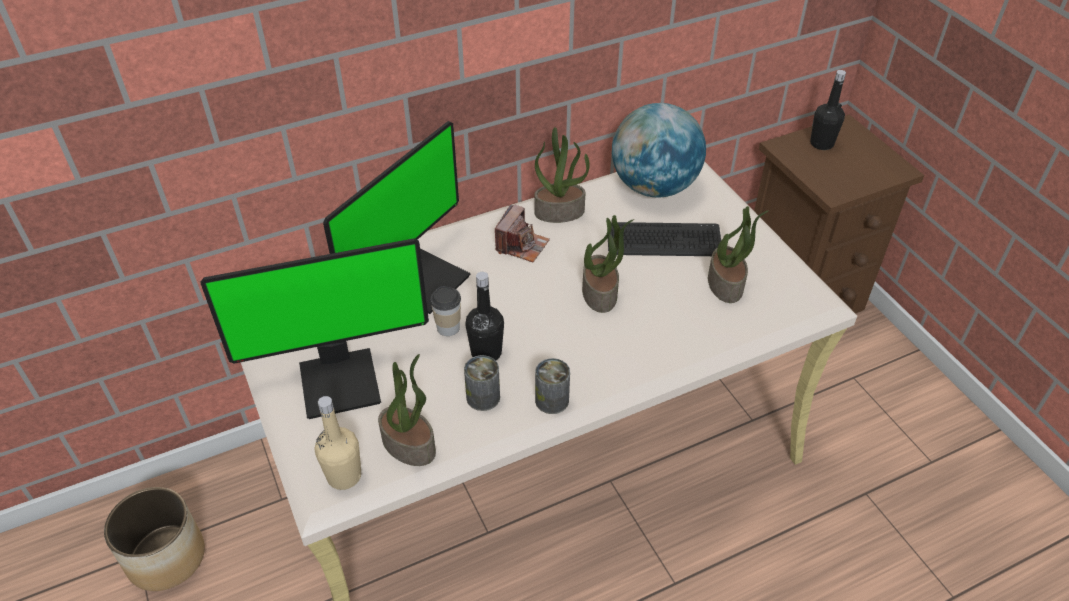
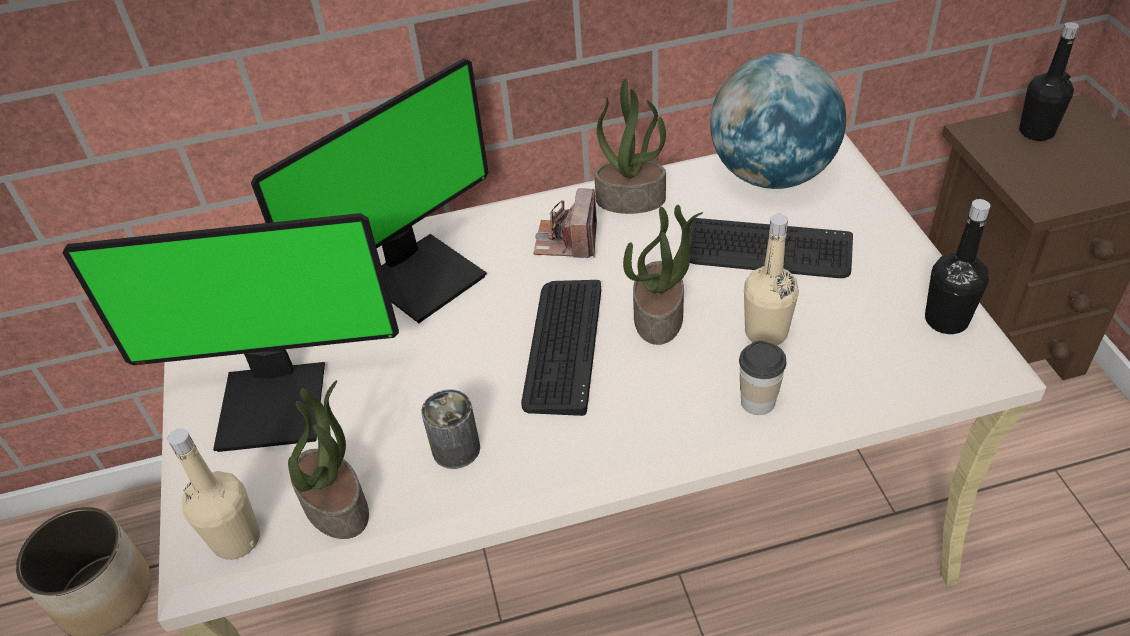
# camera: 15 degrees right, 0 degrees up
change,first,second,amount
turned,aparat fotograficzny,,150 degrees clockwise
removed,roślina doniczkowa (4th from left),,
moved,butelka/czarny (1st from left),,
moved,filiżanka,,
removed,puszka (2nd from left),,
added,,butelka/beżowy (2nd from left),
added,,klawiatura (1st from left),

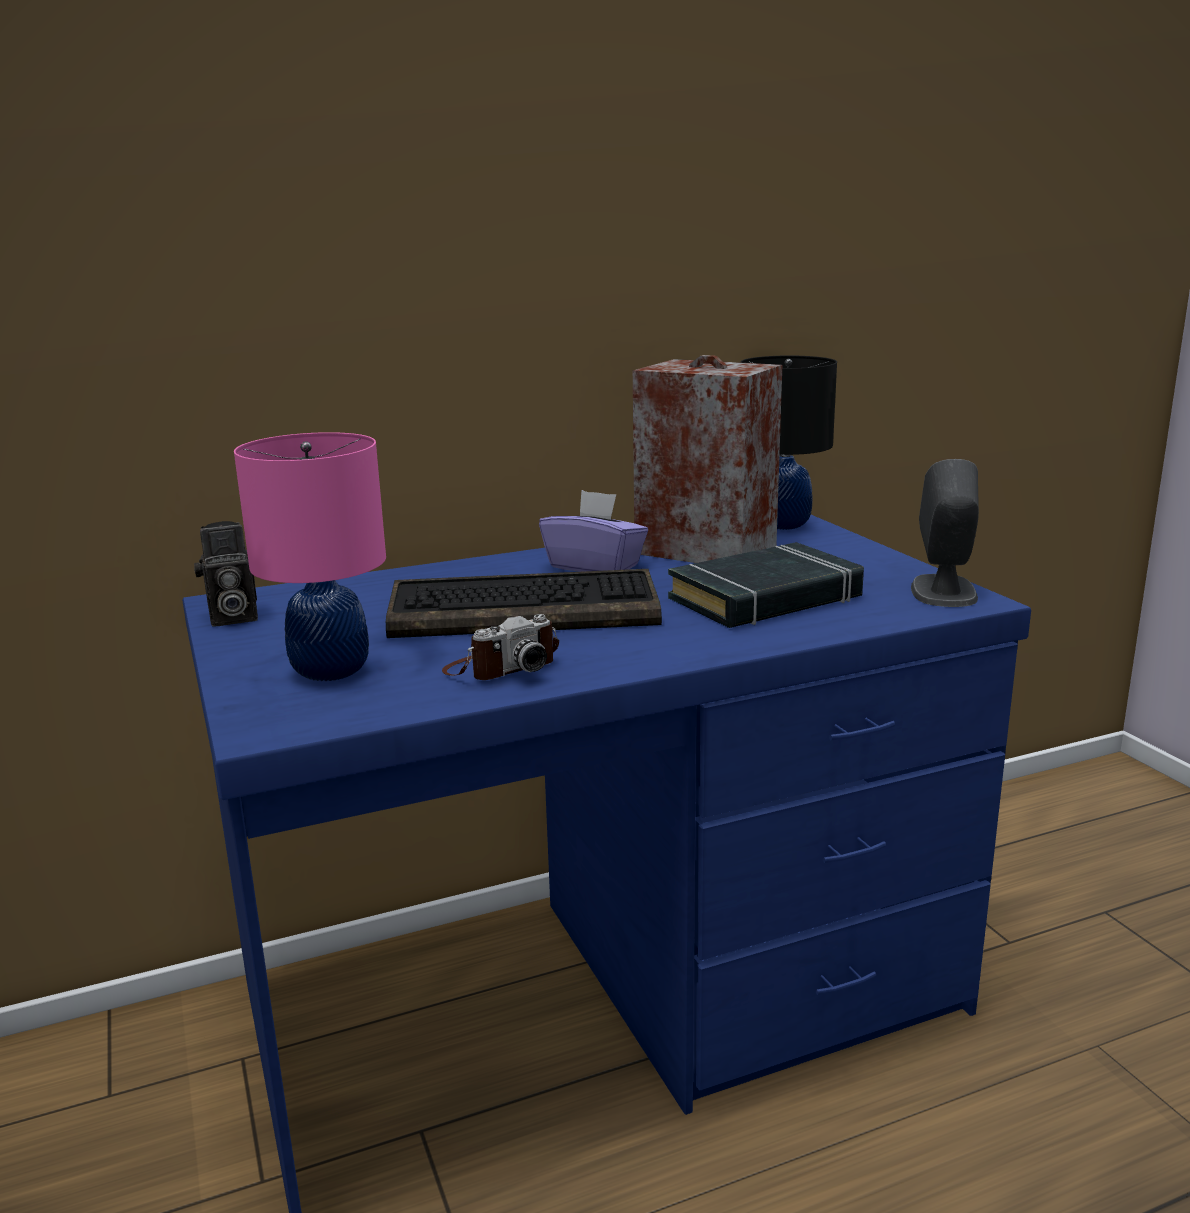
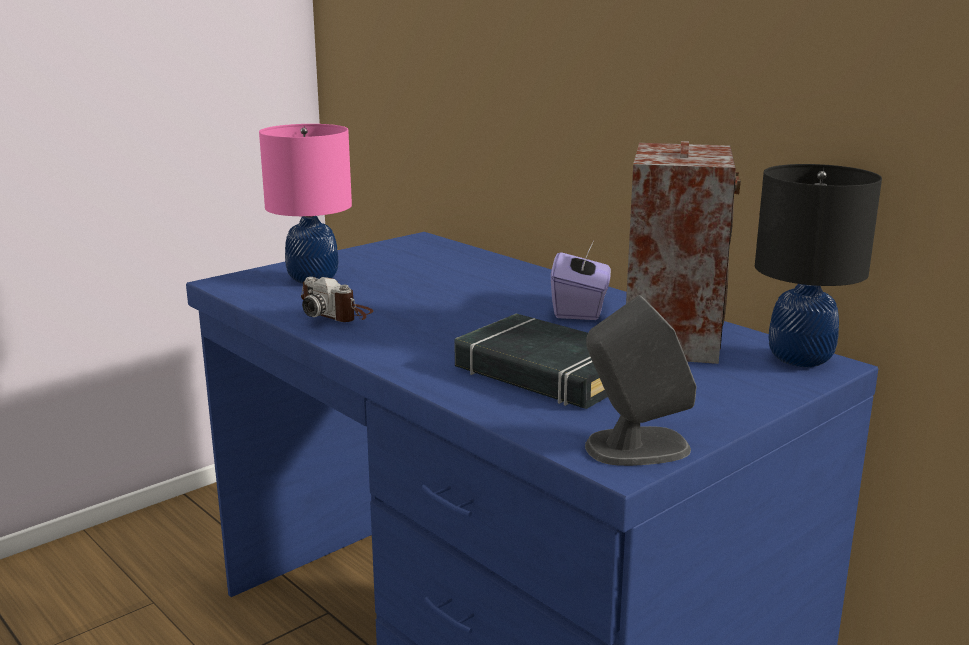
# camera: 70 degrees right, 0 degrees up
change,first,second,amount
removed,aparat fotograficzny (1st from left),,
removed,klawiatura,,

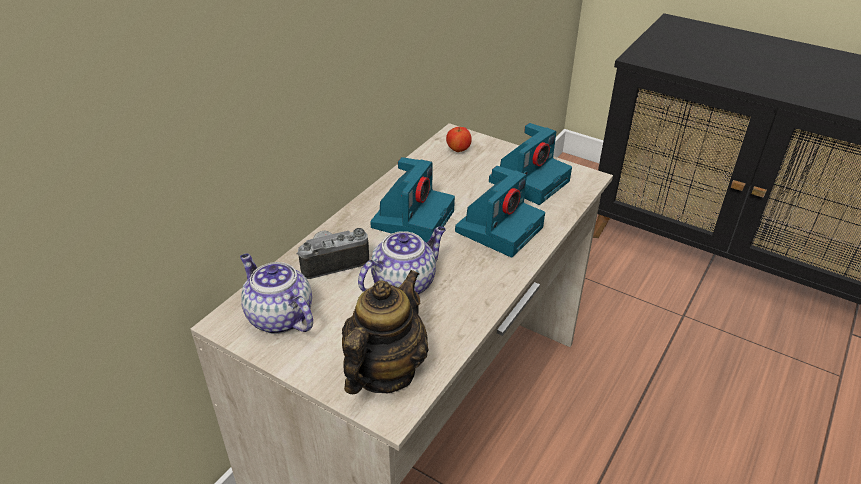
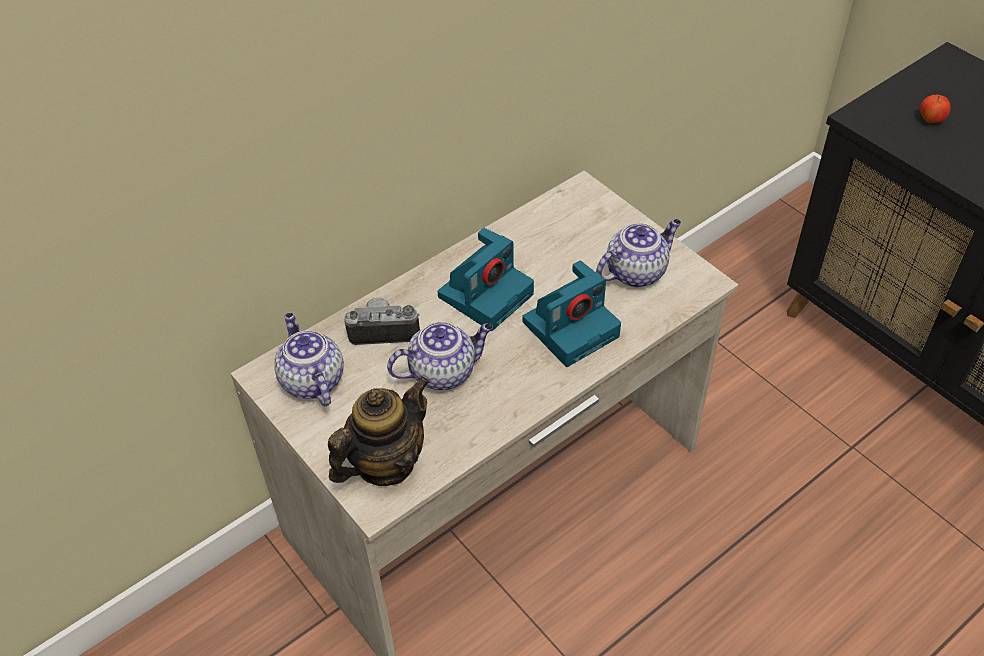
# camera: 20 degrees right, 10 degrees up
change,first,second,amount
replaced,aparat fotograficzny (4th from left),imbryk (4th from left),
moved,jabłko,,

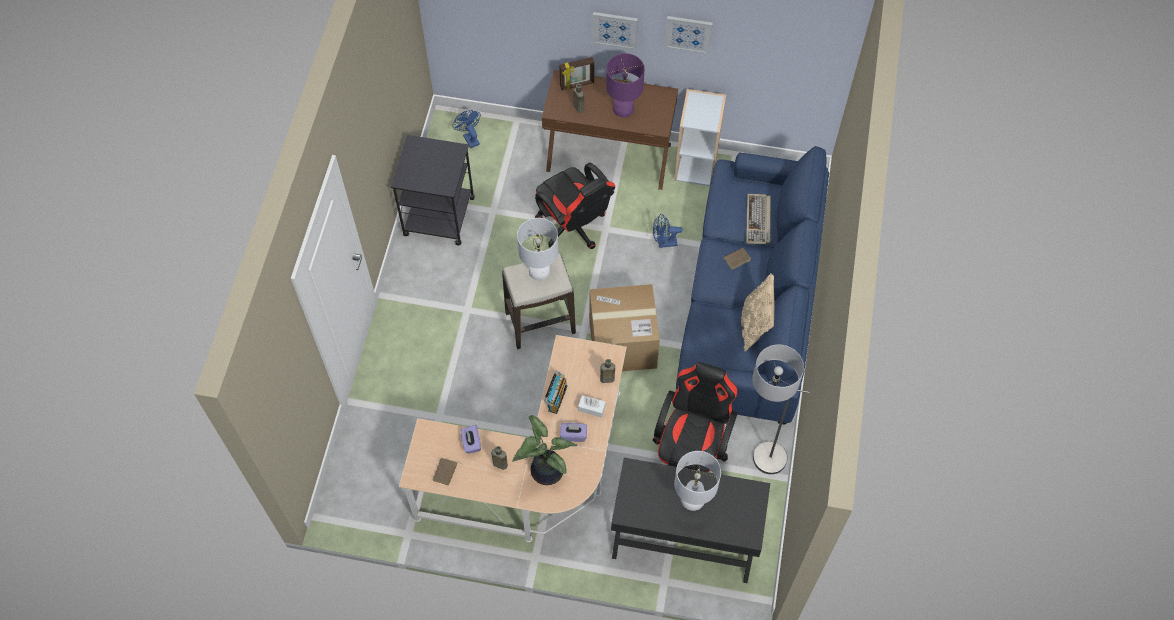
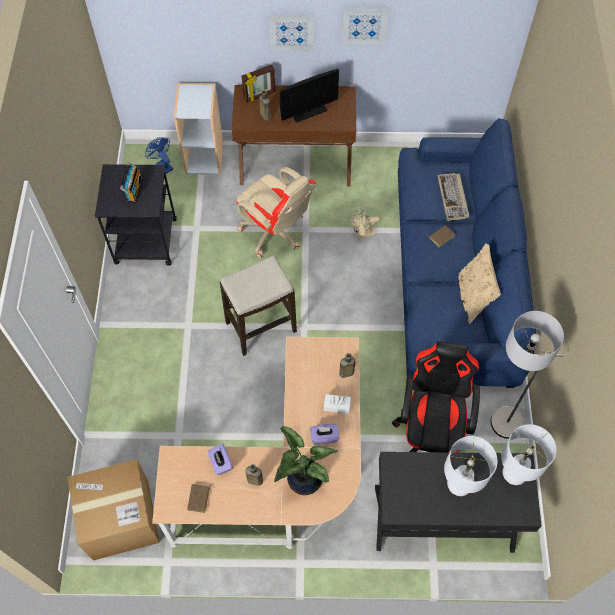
# camera: 10 degrees left, 0 degrees up
change,first,second,amount
replaced,lampa stołowa/fioletowy,monitor,
moved,regał,,
recoloured,krzesło biurowe/czarny (1st from left),krzesło biurowe/beżowy,
recoloured,wentylator/niebieski (2nd from left),wentylator/beżowy,
moved,lampa stołowa/biały (1st from left in the first image),lampa stołowa/biały (2nd from left),
moved,karton,,
moved,radio,,

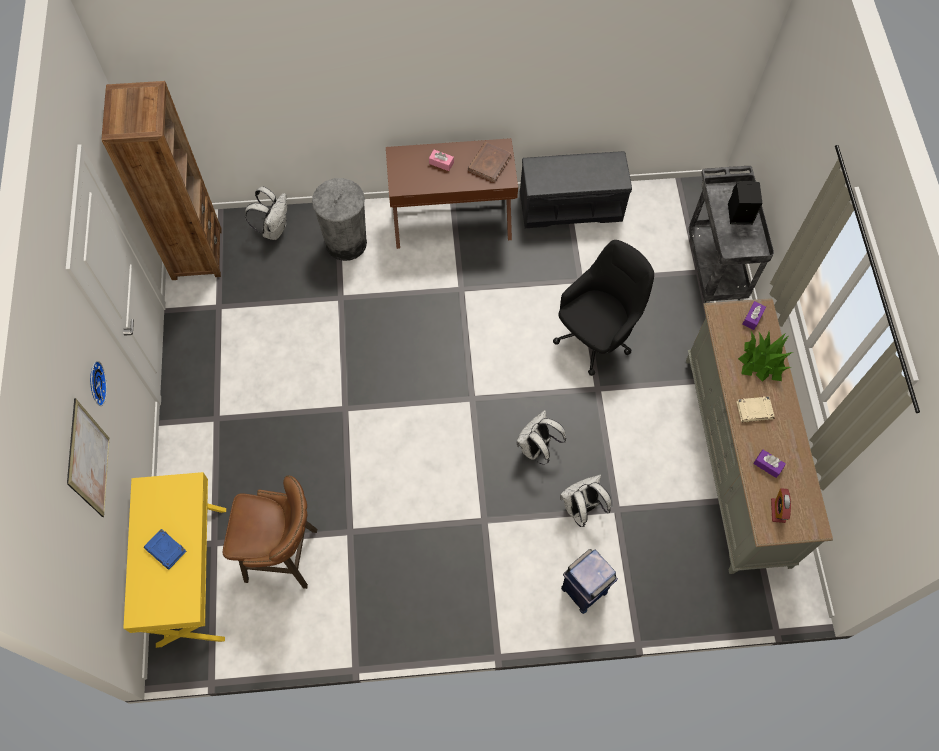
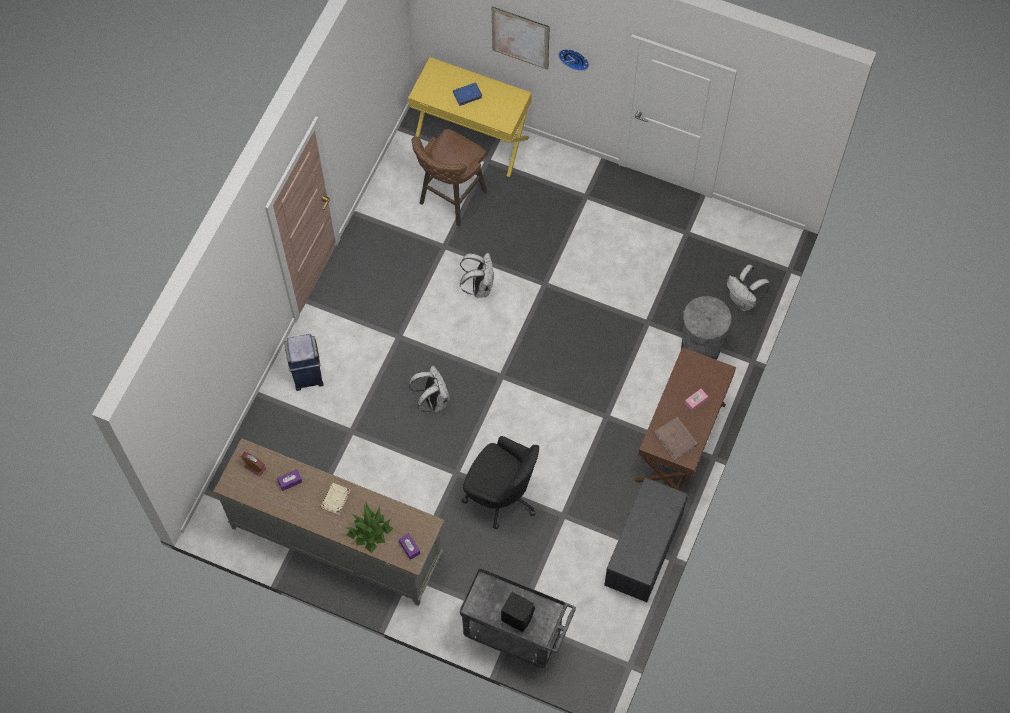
# camera: 120 degrees right, 0 degrees up
change,first,second,amount
removed,regał/brązowy,,
turned,krzesło biurowe/czarny,,45 degrees counterclockwise
moved,plecak/biały (3rd from left in the first image),plecak/biały (2nd from left),

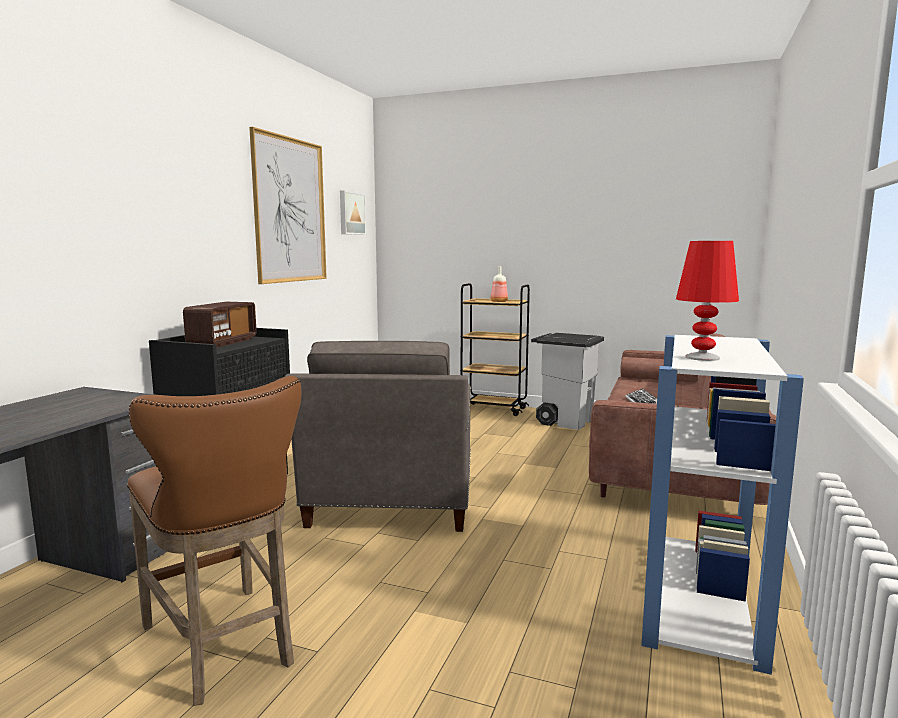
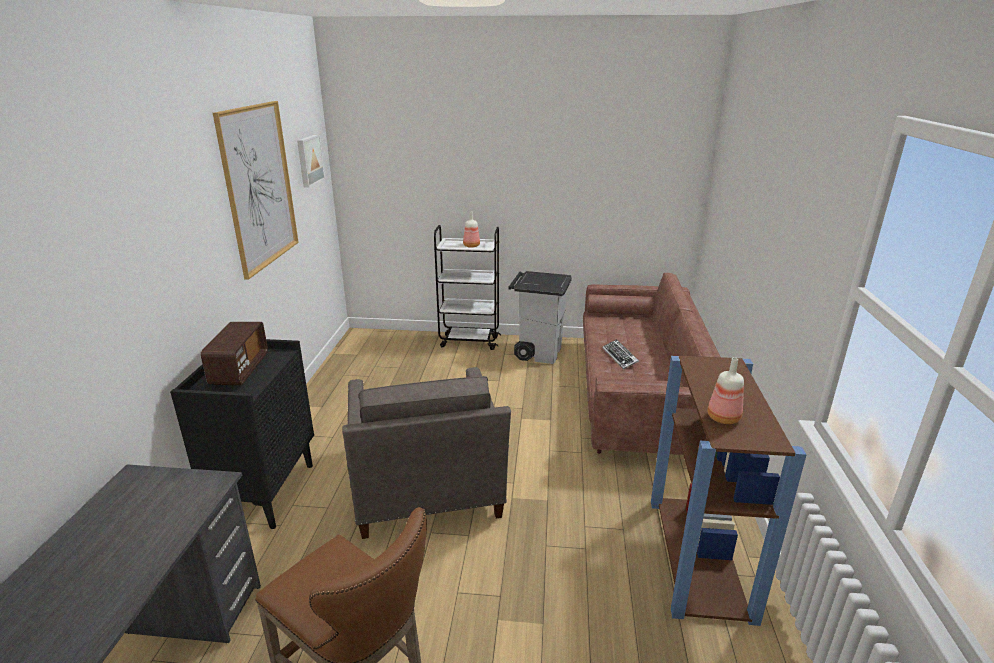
# camera: 15 degrees left, 15 degrees up
change,first,second,amount
replaced,lampa stołowa/czerwony,butelka (2nd from left),
recoloured,wózek/brązowy,wózek/biały,
recoloured,regał/biały,regał/brązowy,

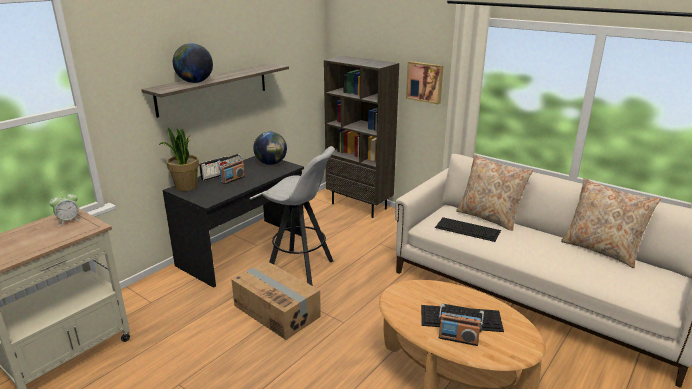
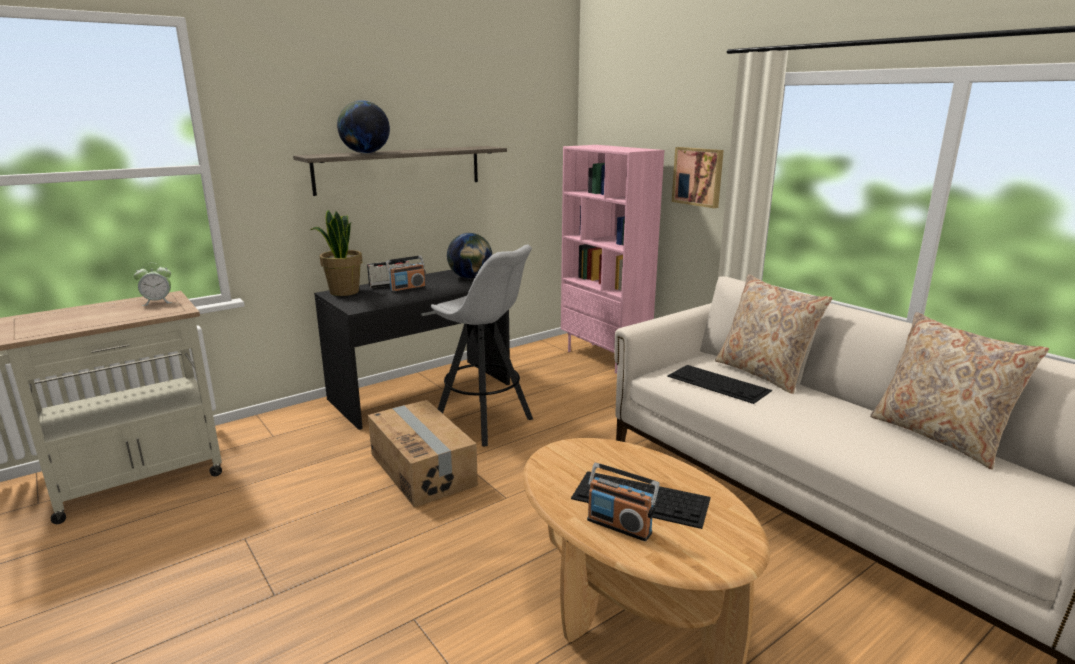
# camera: 15 degrees right, 5 degrees down
change,first,second,amount
recoloured,regał/brązowy,regał/różowy,

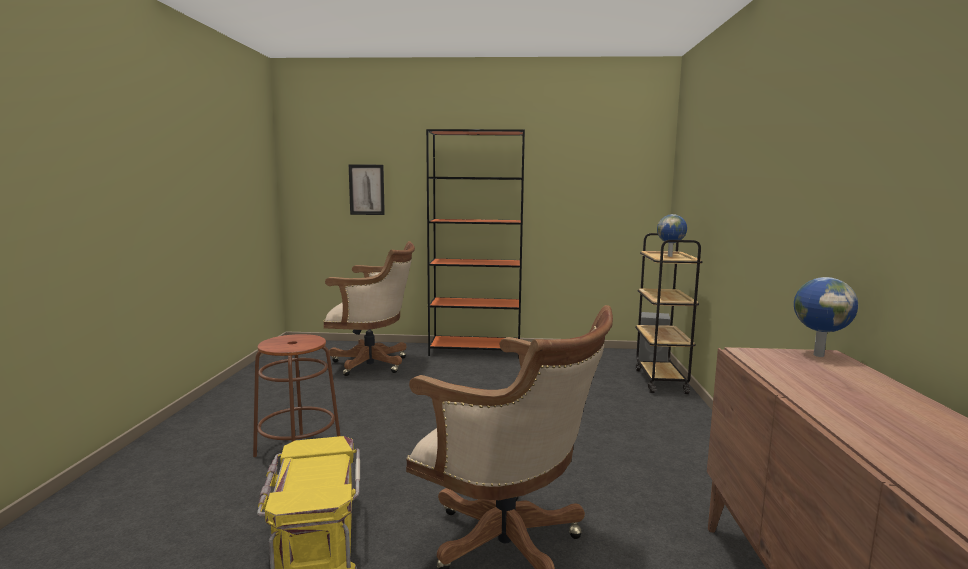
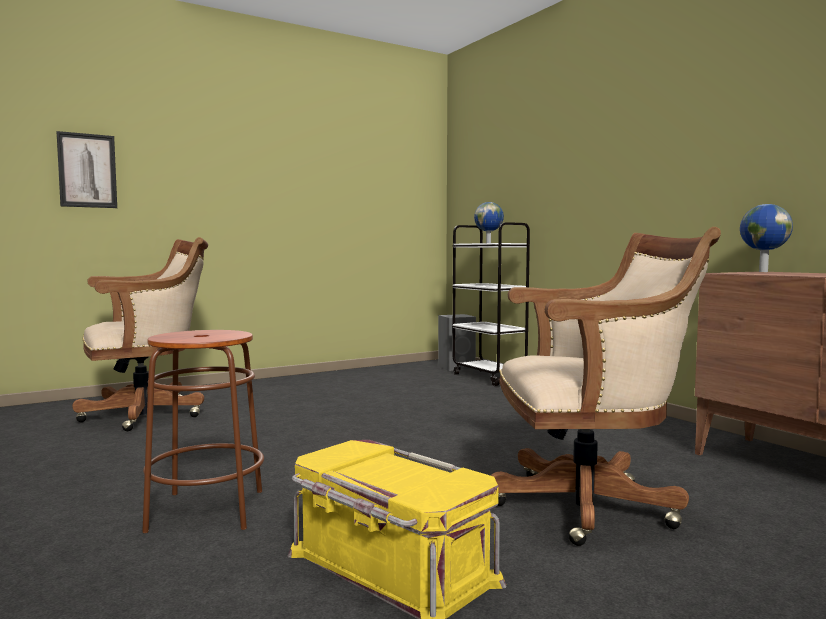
# camera: 35 degrees left, 5 degrees down
change,first,second,amount
removed,regał/pomarańczowy,,
recoloured,wózek/brązowy,wózek/biały,

